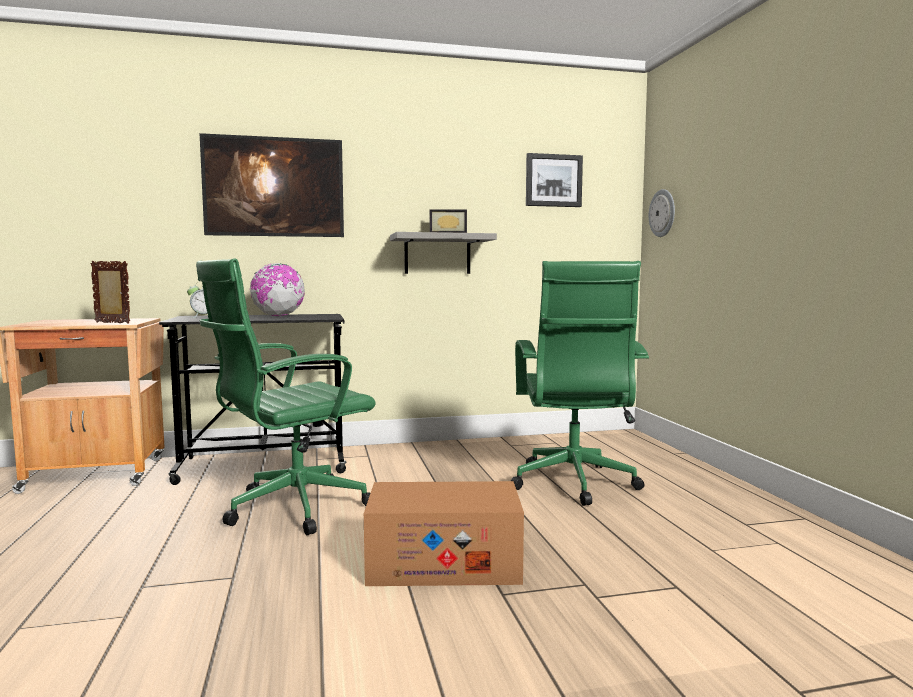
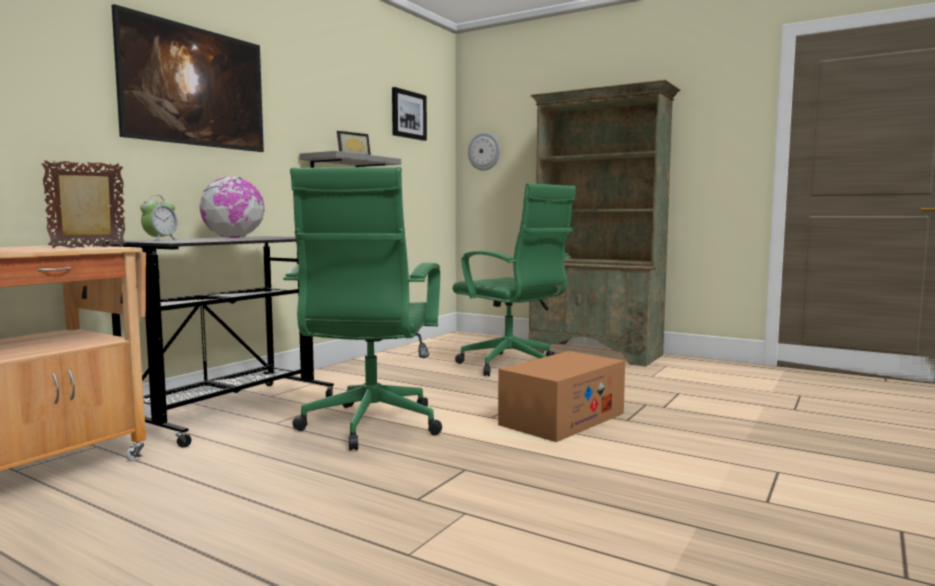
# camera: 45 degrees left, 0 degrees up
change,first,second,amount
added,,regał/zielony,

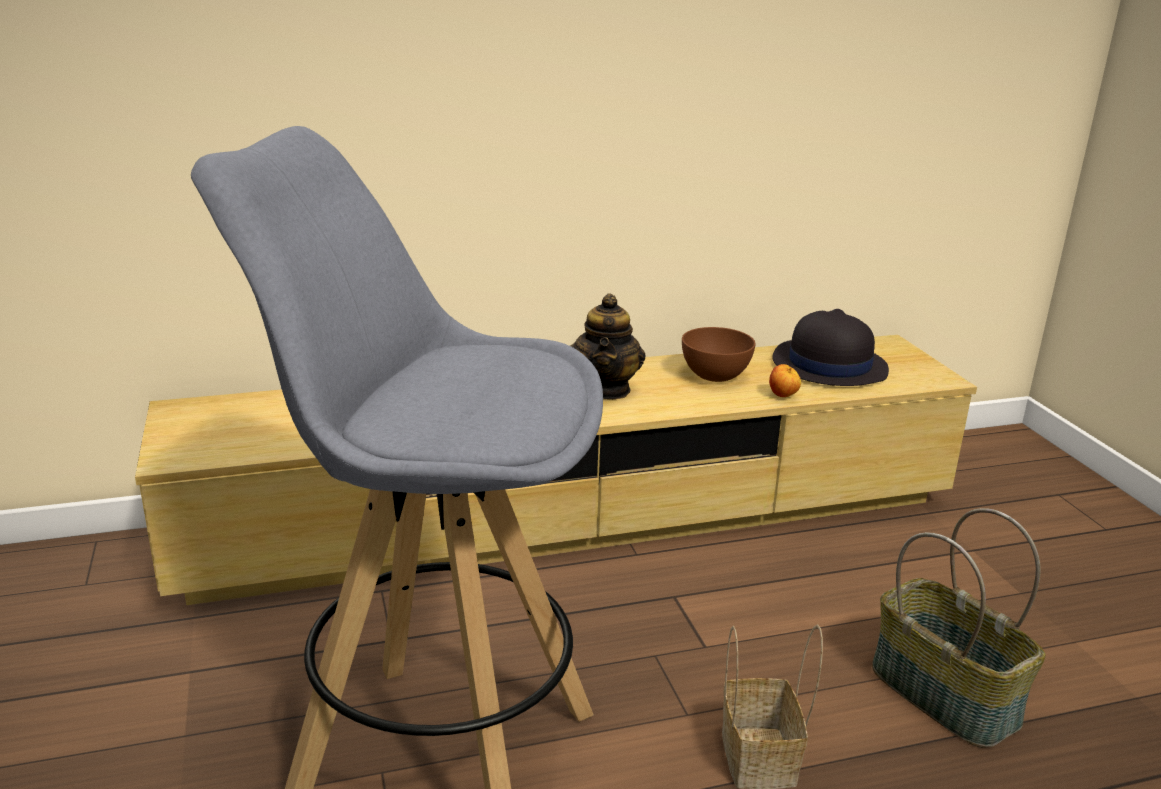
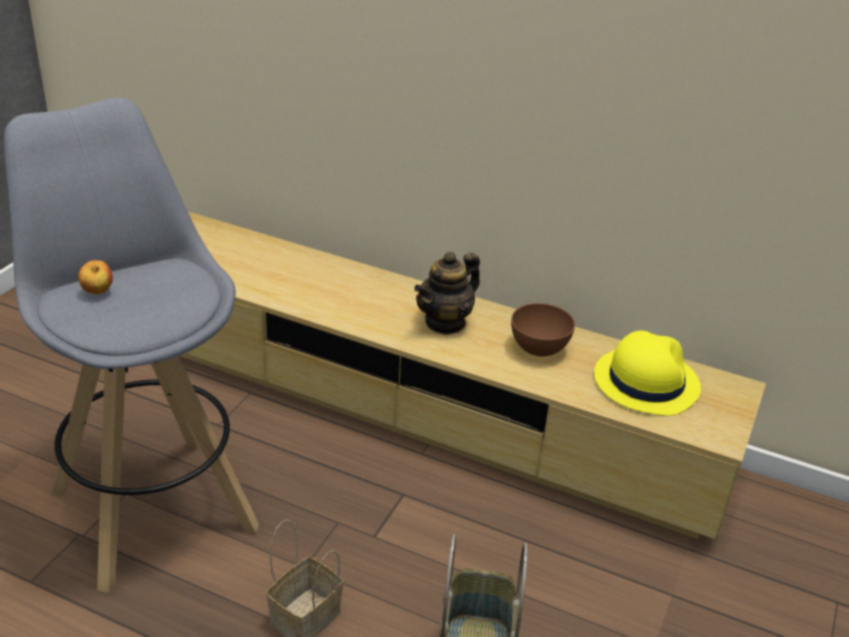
# camera: 40 degrees right, 10 degrees up
change,first,second,amount
recoloured,kapelusz/czarny,kapelusz/żółty,
moved,jabłko,,

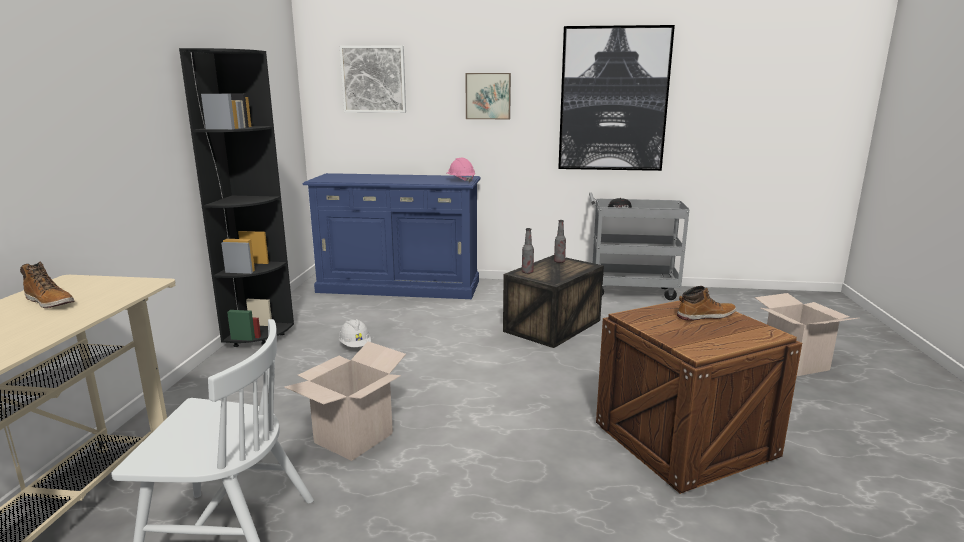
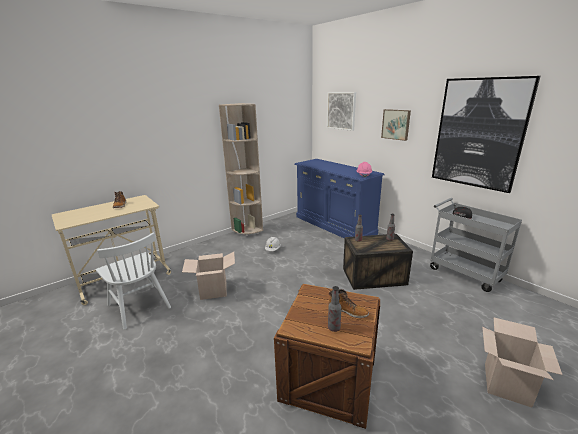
# camera: 45 degrees right, 5 degrees up
change,first,second,amount
recoloured,regał/czarny,regał/beżowy,
added,,butelka (1st from left),

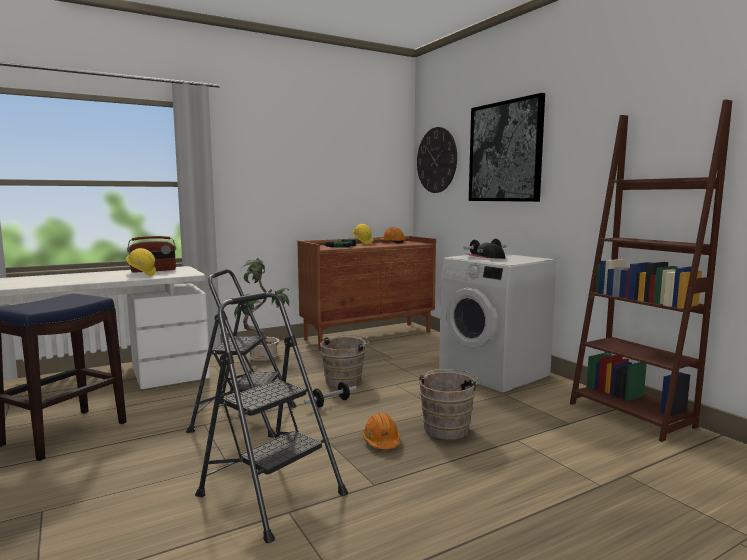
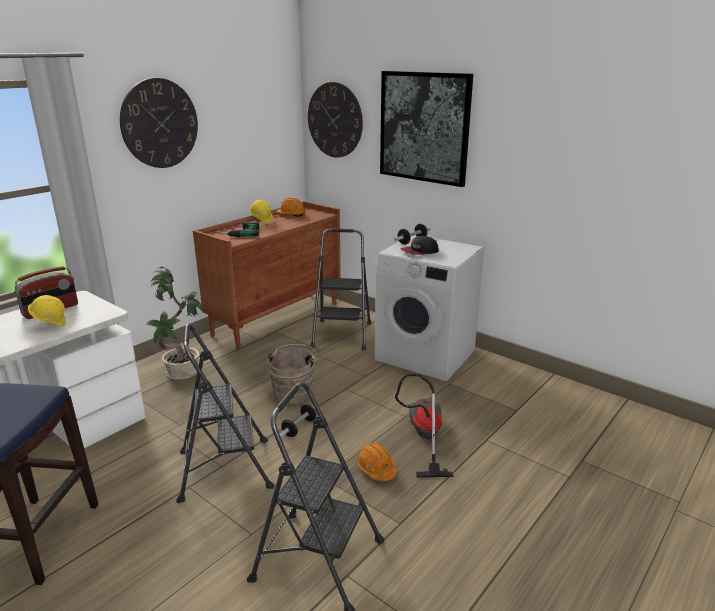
# camera: 20 degrees left, 15 degrees up
change,first,second,amount
removed,regał/brązowy,,
replaced,wiadro/brązowy (2nd from left),odkurzacz,
added,,zegar ścienny (1st from left),
added,,drabinka/czarny (3rd from left),

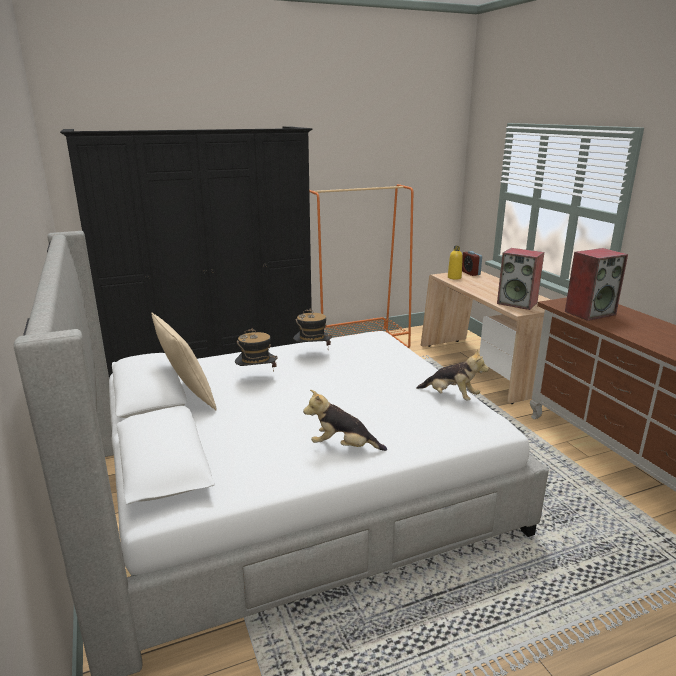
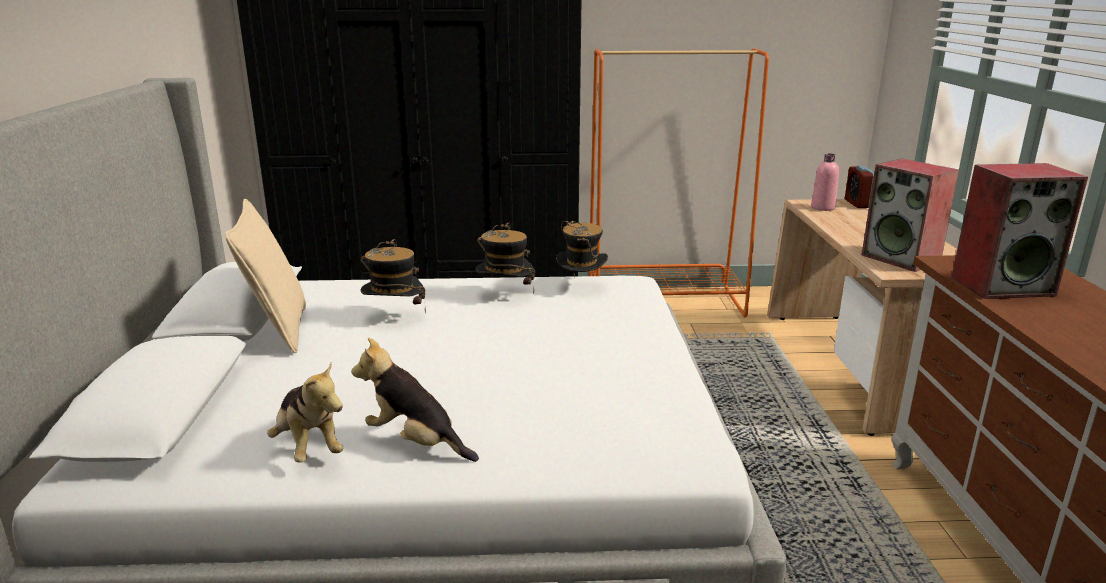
# camera: 20 degrees right, 0 degrees up
change,first,second,amount
recoloured,butelka/żółty,butelka/różowy,
moved,pluszak (2nd from left in the first image),pluszak (1st from left),
added,,kapelusz (3rd from left),

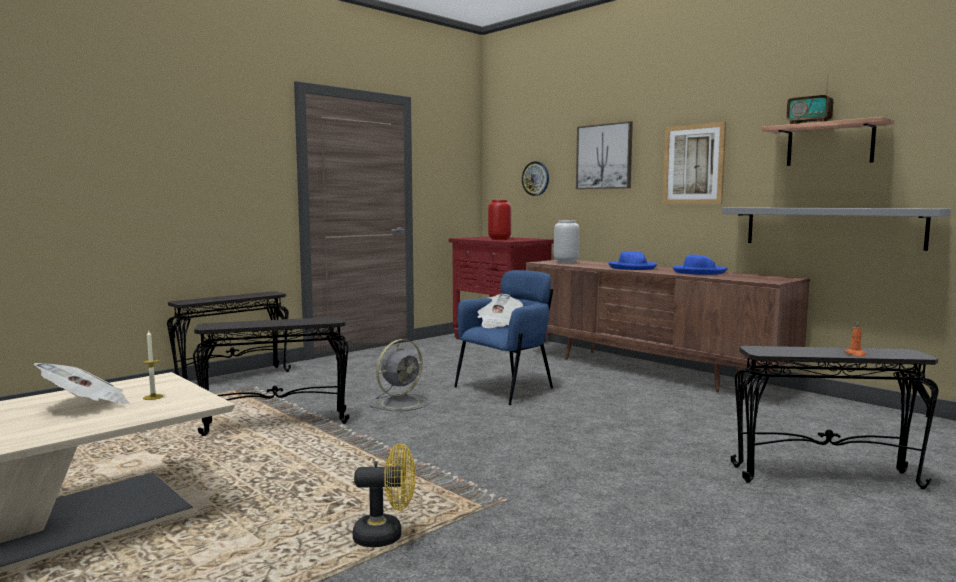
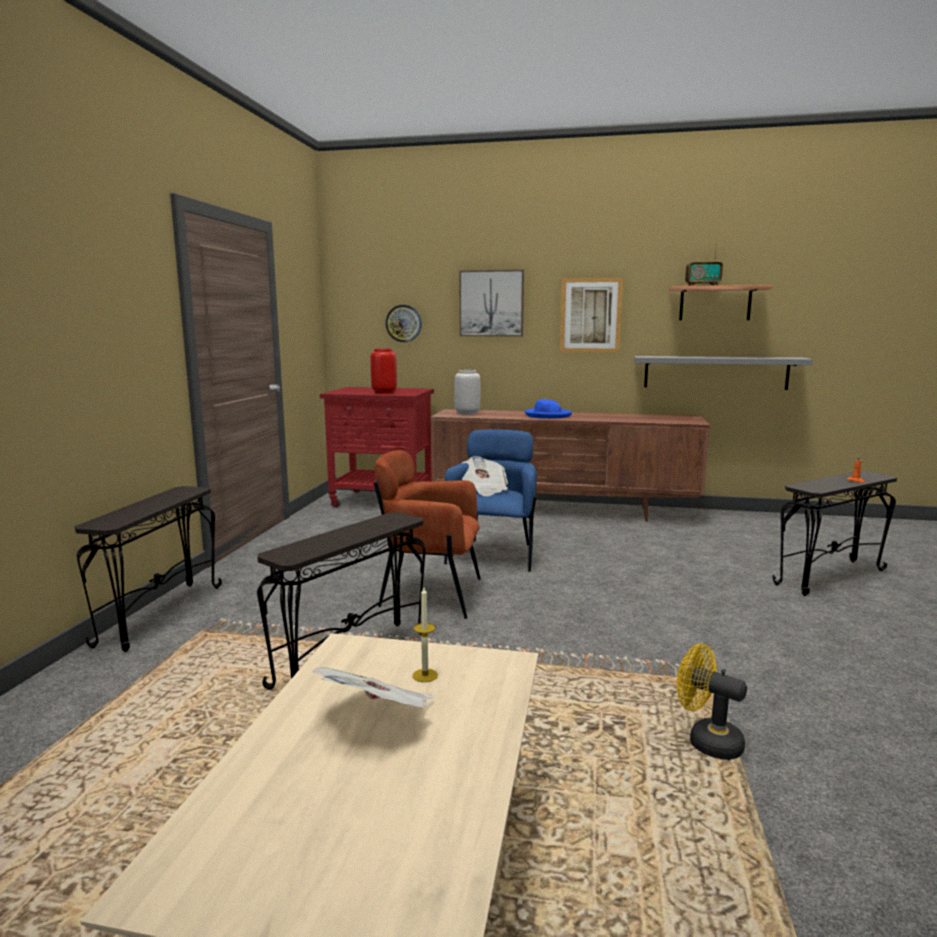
# camera: 35 degrees left, 5 degrees up
change,first,second,amount
removed,kapelusz/niebieski (2nd from left),,
replaced,wentylator/szary,fotel/brązowy,
turned,wentylator/żółty,,105 degrees counterclockwise

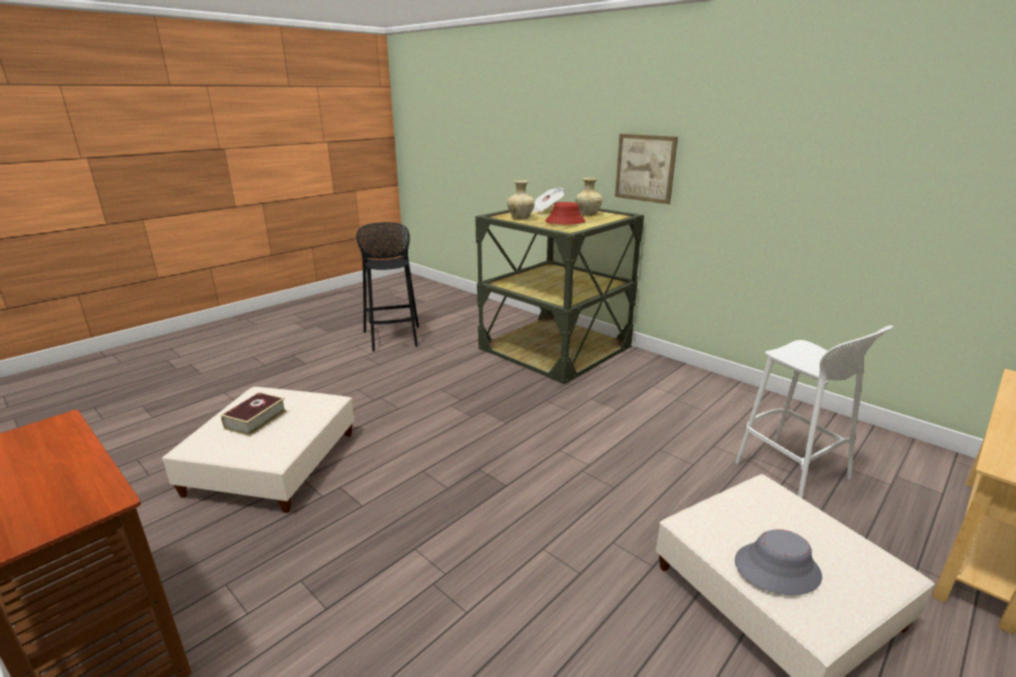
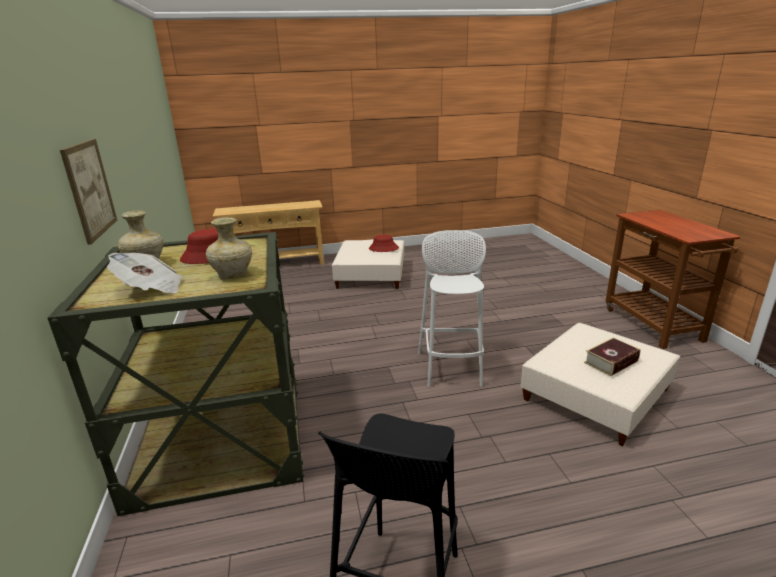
# camera: 145 degrees left, 0 degrees up
change,first,second,amount
moved,stołek/biały,,
recoloured,kapelusz/szary,kapelusz/czerwony (2nd from left),

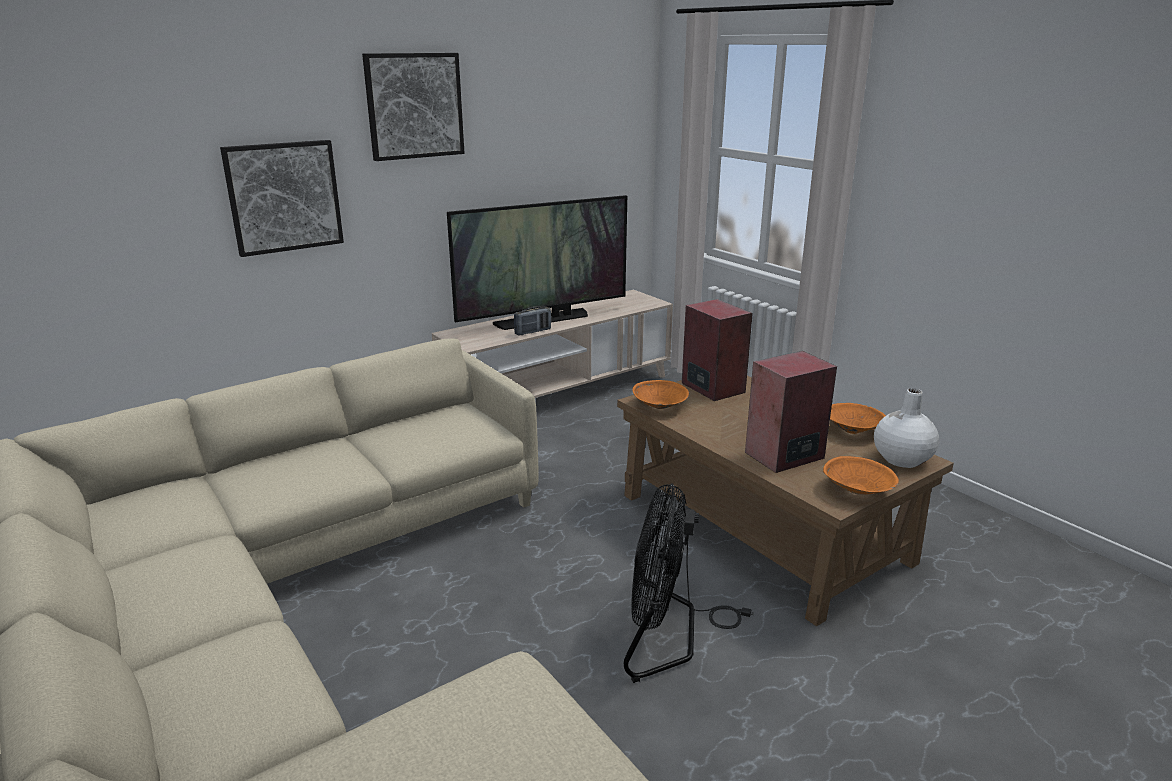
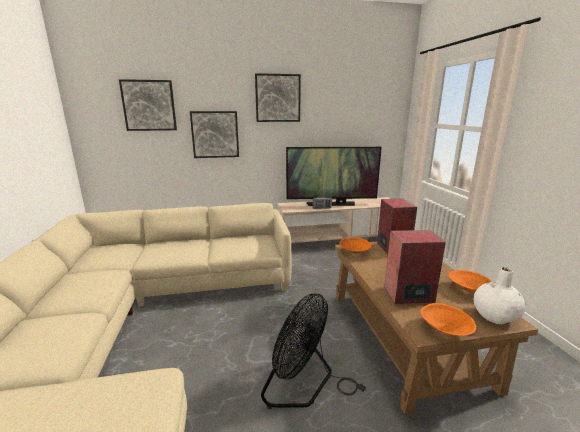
# camera: 25 degrees right, 5 degrees down
change,first,second,amount
added,,obraz (1st from left),

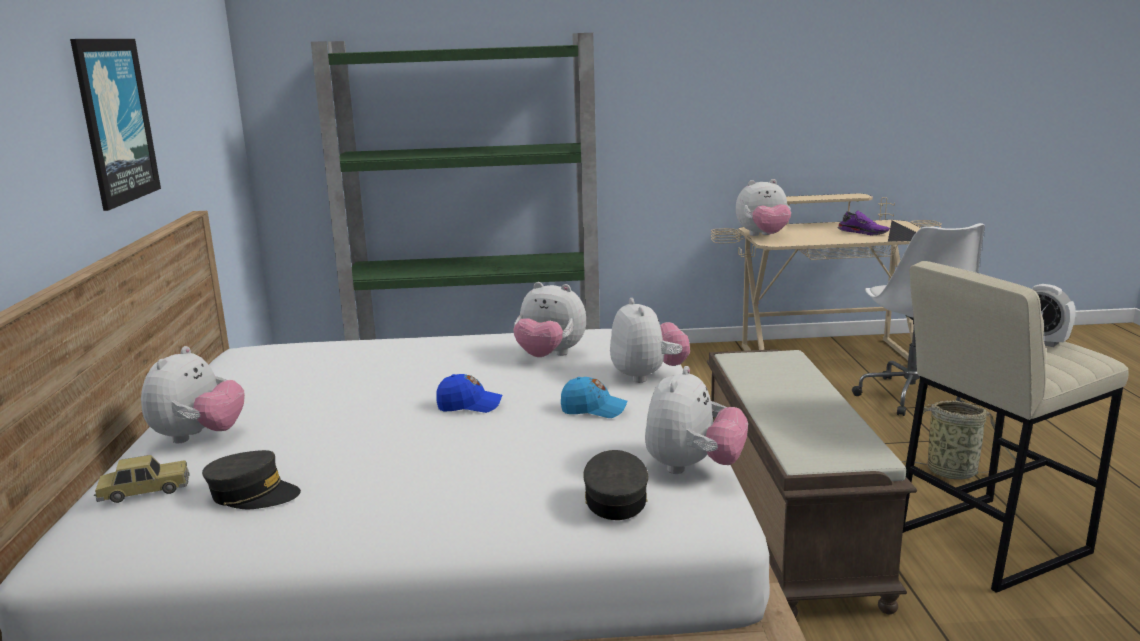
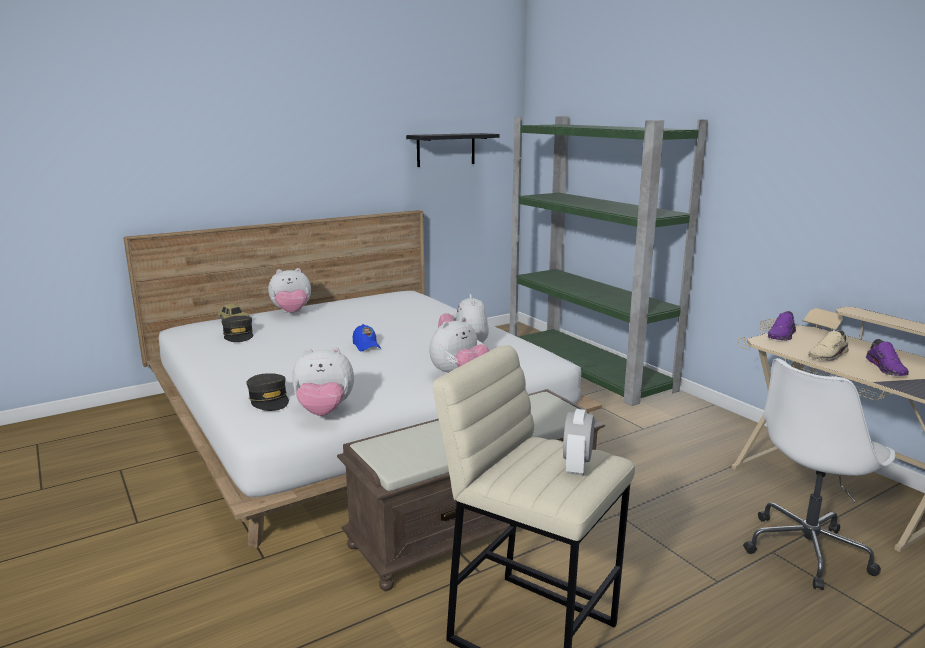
# camera: 60 degrees right, 0 degrees up
change,first,second,amount
removed,obraz,,
replaced,pluszak (5th from left),but/fioletowy (1st from left),
removed,czapka z daszkiem/niebieski (2nd from left),,
removed,koszyk,,
turned,czapka z daszkiem/szary (2nd from left),,90 degrees clockwise
added,,półka/czarny,
added,,but/beżowy,

